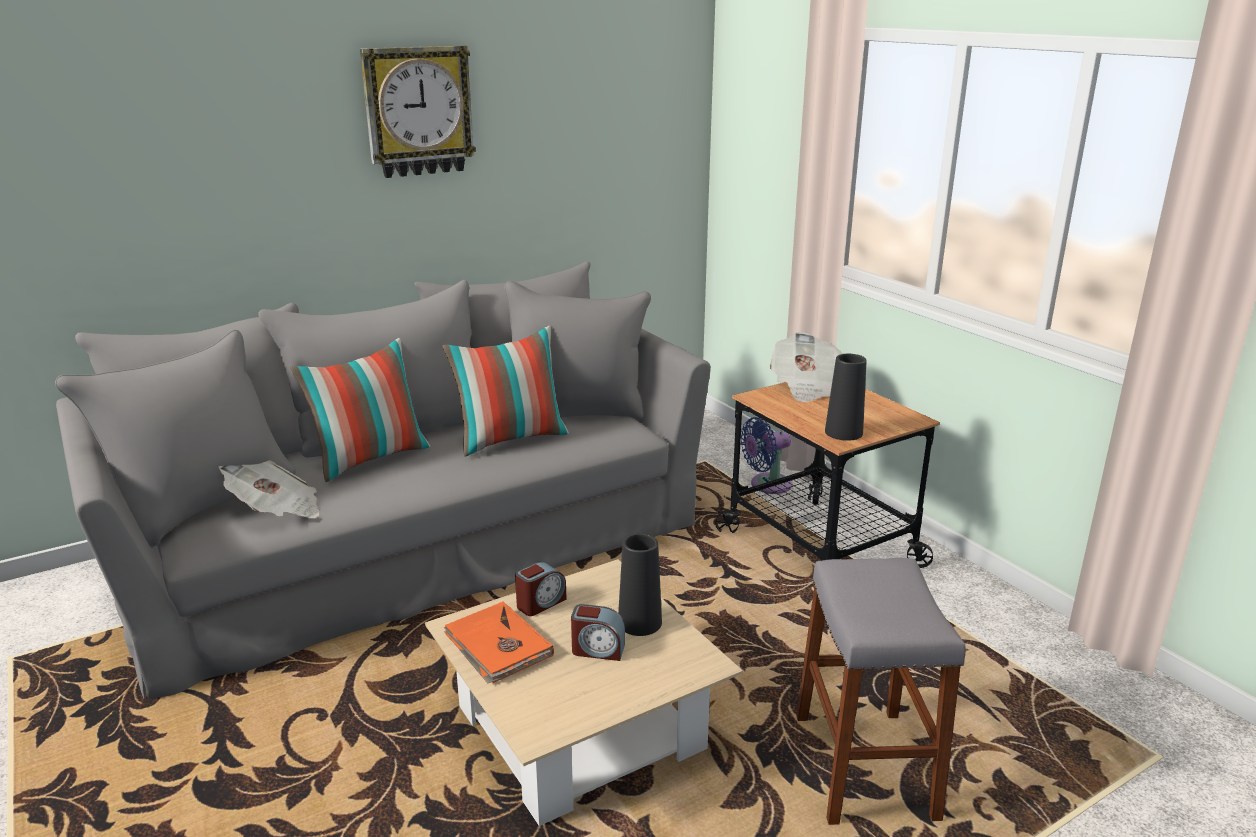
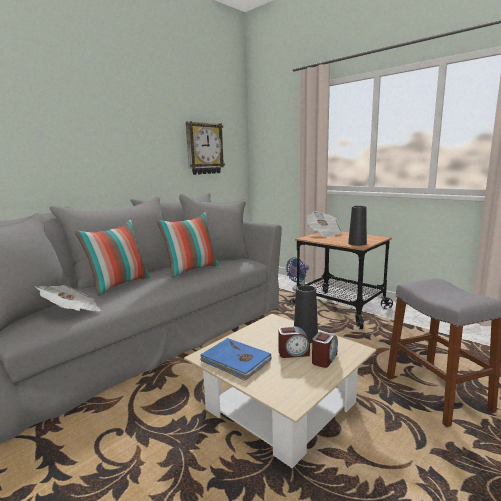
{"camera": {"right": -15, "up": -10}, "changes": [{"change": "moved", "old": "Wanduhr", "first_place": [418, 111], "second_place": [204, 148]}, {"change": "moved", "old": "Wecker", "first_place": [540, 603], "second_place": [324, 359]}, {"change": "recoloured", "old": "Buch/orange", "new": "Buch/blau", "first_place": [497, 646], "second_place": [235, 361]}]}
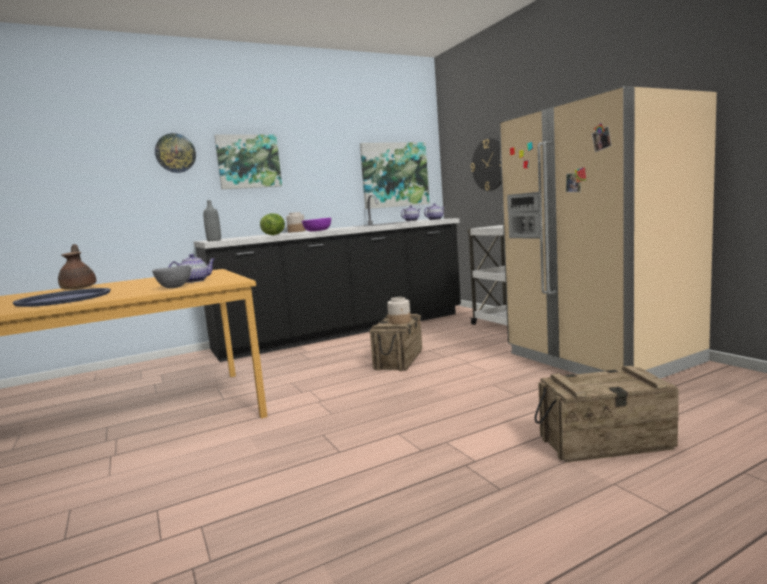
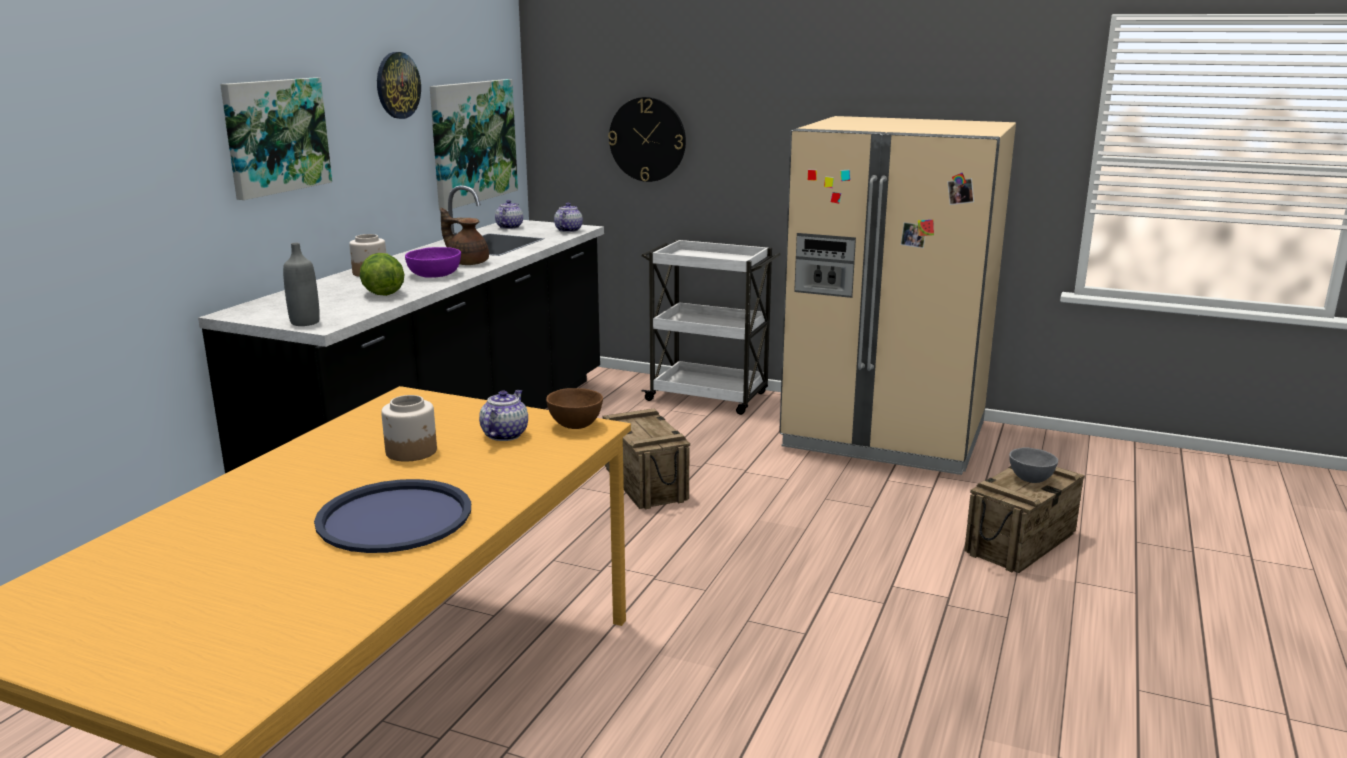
{"camera": {"right": -40, "up": 10}, "changes": [{"change": "moved", "old": "Wanduhr", "first_place": [175, 153], "second_place": [397, 85]}, {"change": "moved", "old": "Teekanne/braun", "first_place": [79, 288], "second_place": [467, 263]}, {"change": "moved", "old": "Schüssel/grau", "first_place": [175, 287], "second_place": [1030, 479]}, {"change": "moved", "old": "Vorratsglas", "first_place": [400, 321], "second_place": [412, 451]}, {"change": "added", "new": "Schüssel/braun", "second_place": [575, 425]}]}
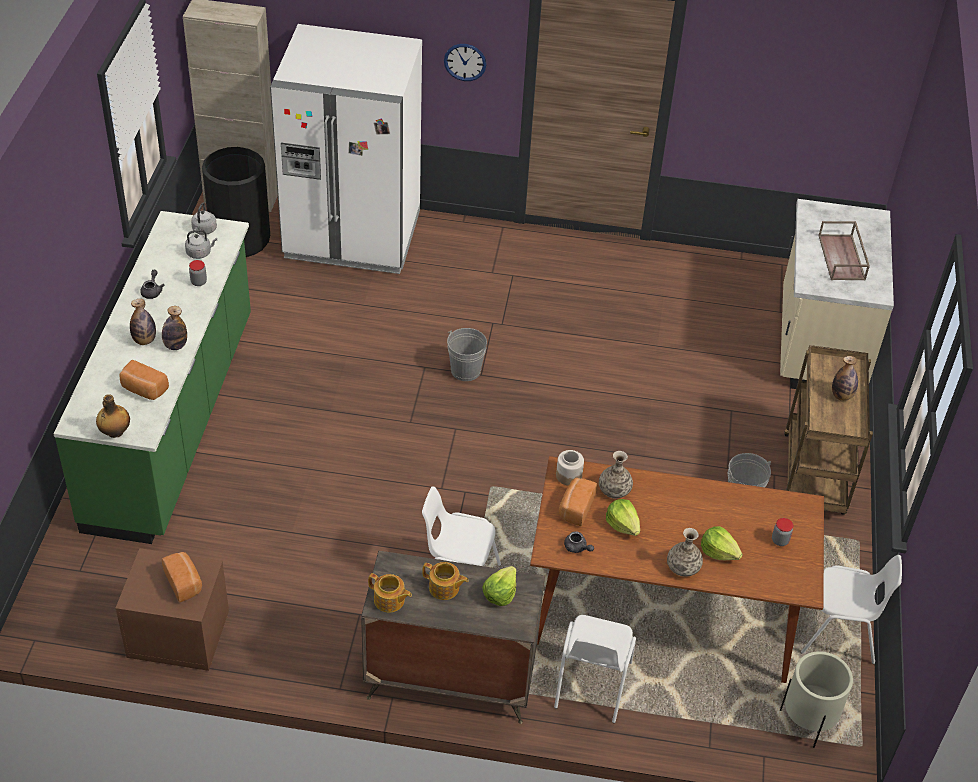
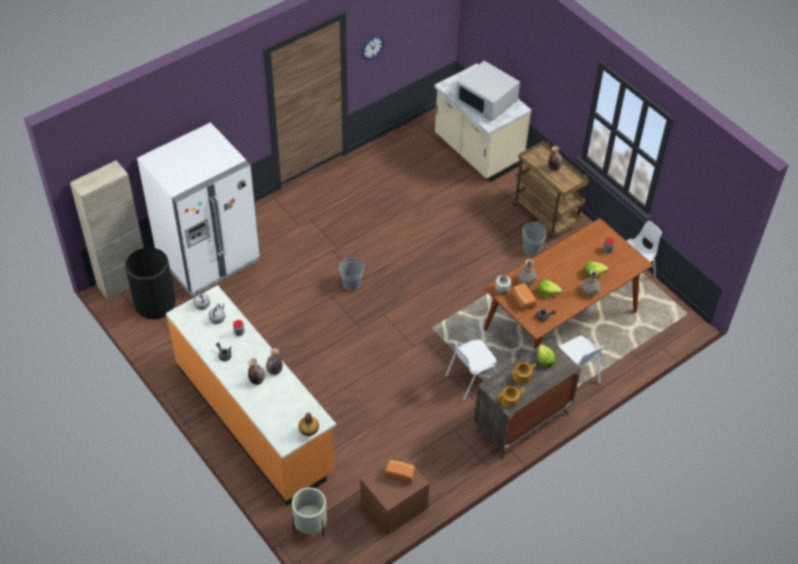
{"camera": {"right": -45, "up": 5}, "changes": [{"change": "moved", "old": "Wanduhr", "first_place": [465, 62], "second_place": [372, 47]}, {"change": "recoloured", "old": "Küchenzeile/grün", "new": "Küchenzeile/orange", "first_place": [173, 421], "second_place": [254, 419]}, {"change": "replaced", "old": "Tablett/braun", "new": "Mikrowelle/weiß", "first_place": [842, 258], "second_place": [486, 101]}, {"change": "removed", "old": "Brot", "first_place": [143, 389]}, {"change": "moved", "old": "Pflanzkübel/beige", "first_place": [807, 722], "second_place": [310, 527]}]}
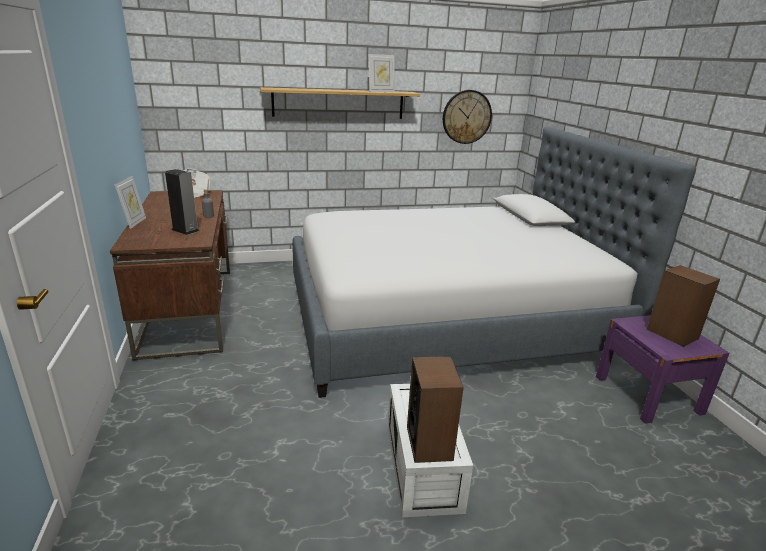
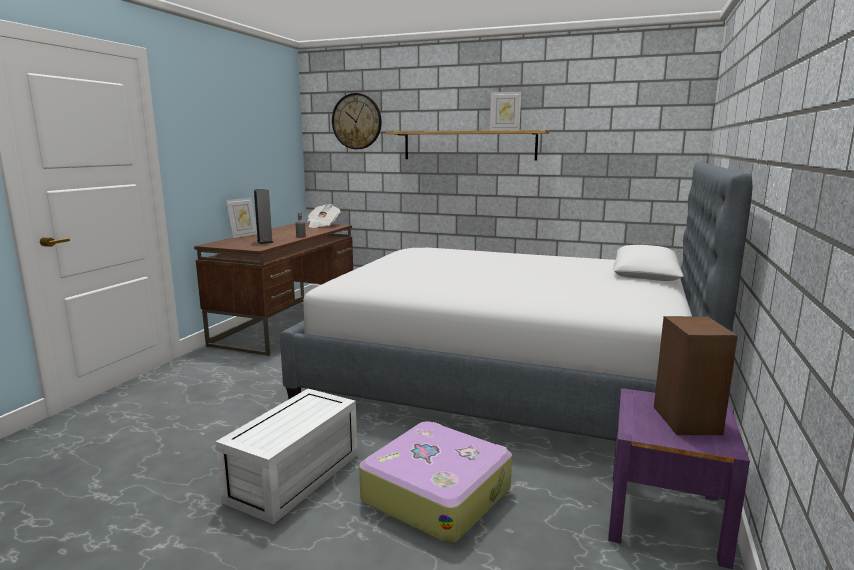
{"camera": {"right": 35, "up": -10}, "changes": [{"change": "moved", "old": "Wanduhr", "first_place": [466, 117], "second_place": [357, 121]}, {"change": "removed", "old": "Lautsprecher", "first_place": [429, 443]}, {"change": "added", "new": "Koffer", "second_place": [437, 493]}]}
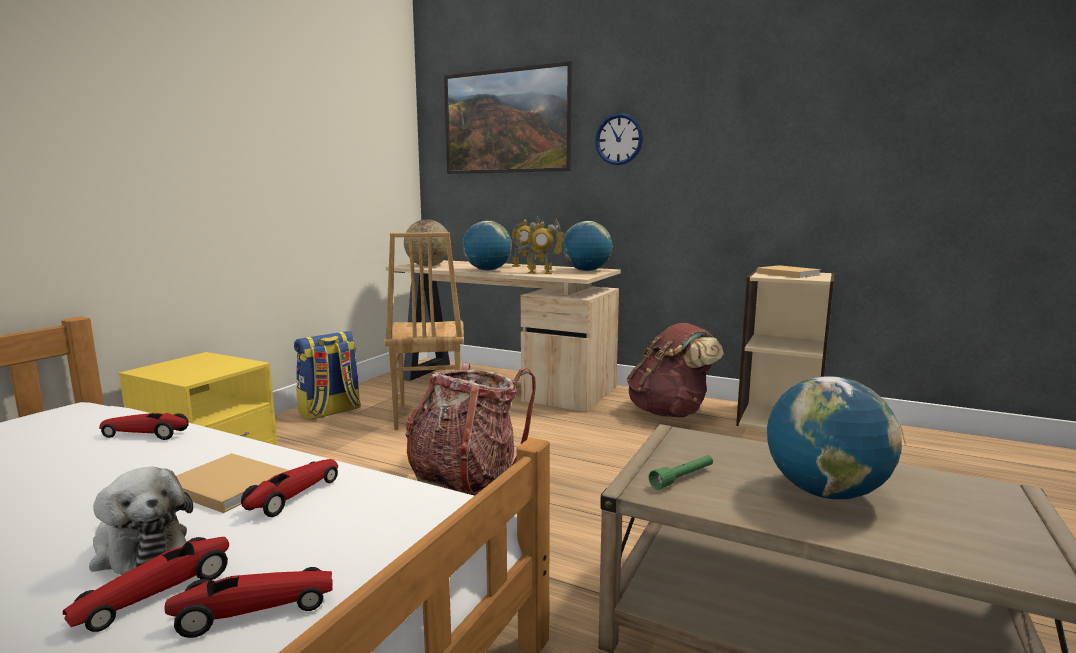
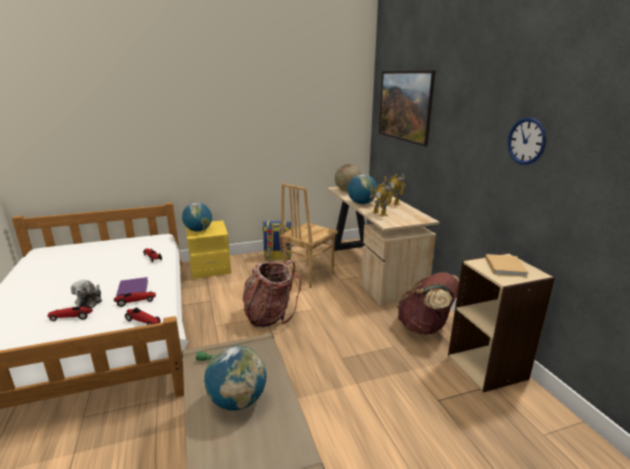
{"camera": {"right": 45, "up": 10}, "changes": [{"change": "moved", "old": "Wanduhr", "first_place": [619, 139], "second_place": [526, 141]}, {"change": "moved", "old": "Globus", "first_place": [586, 271], "second_place": [198, 230]}, {"change": "recoloured", "old": "Buch/beige", "new": "Buch/lila", "first_place": [226, 485], "second_place": [133, 288]}, {"change": "moved", "old": "Spielzeugauto", "first_place": [254, 611], "second_place": [143, 321]}]}
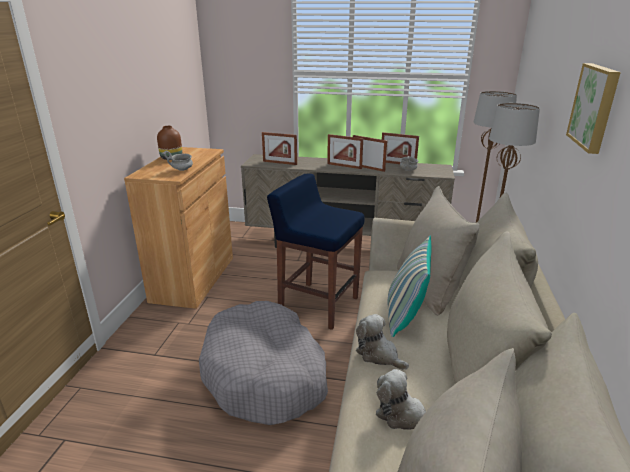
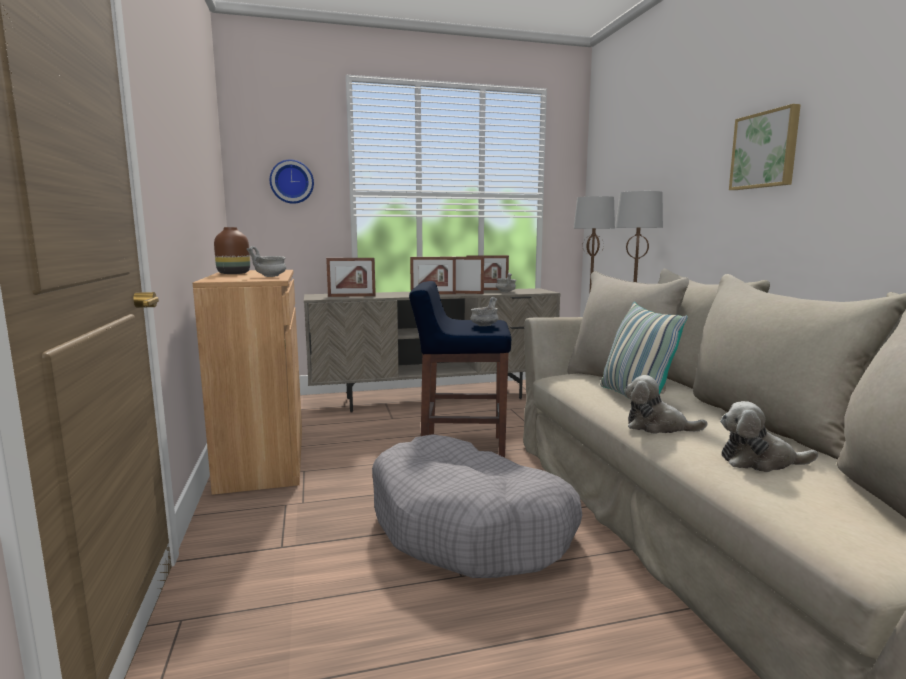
{"camera": {"right": -25, "up": -15}, "changes": [{"change": "added", "new": "Wanduhr", "second_place": [292, 182]}, {"change": "added", "new": "Schüssel/grau", "second_place": [484, 326]}]}
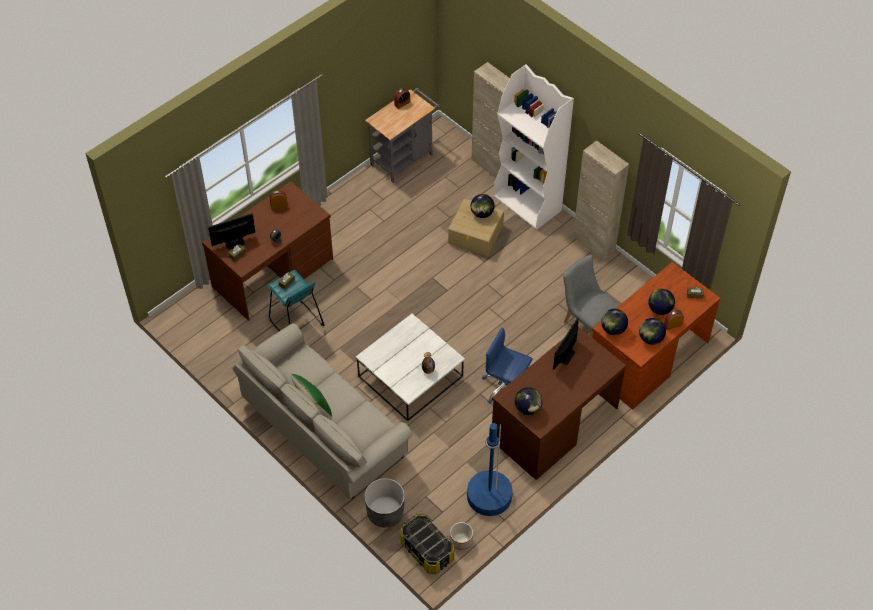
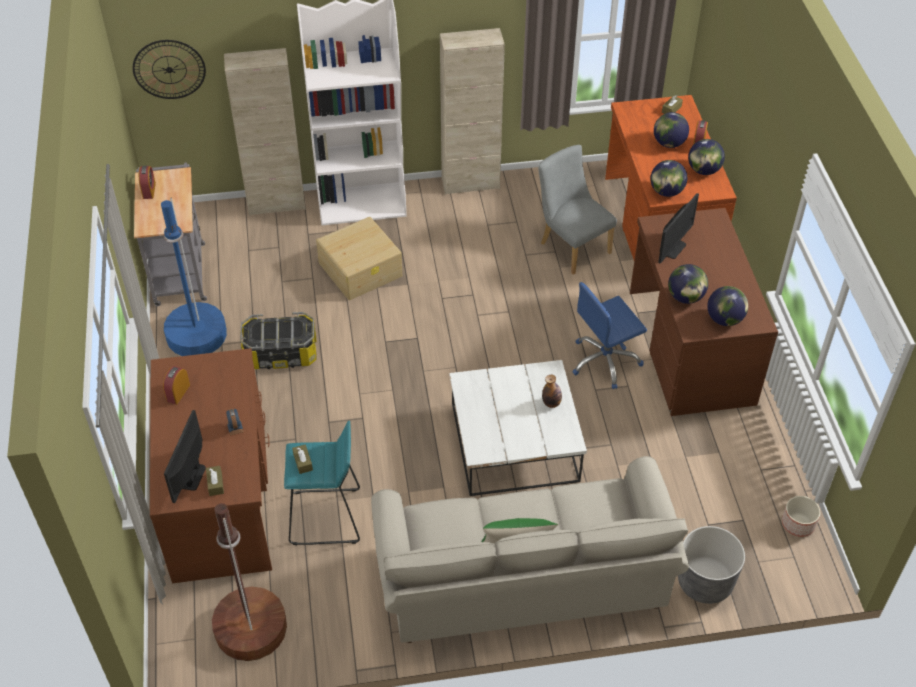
{"camera": {"right": -55, "up": -5}, "changes": [{"change": "moved", "old": "Globus", "first_place": [482, 213], "second_place": [685, 297]}, {"change": "turned", "old": "Stuhl/grau", "first_place": [586, 322], "second_place": [571, 246], "degrees": 60}, {"change": "turned", "old": "Monitor", "first_place": [565, 356], "second_place": [672, 248], "degrees": -120}, {"change": "moved", "old": "Stehlampe/blau", "first_place": [489, 496], "second_place": [196, 335]}, {"change": "moved", "old": "Aufbewahrungsbox", "first_place": [426, 550], "second_place": [281, 354]}, {"change": "added", "new": "Wanduhr", "second_place": [169, 69]}, {"change": "added", "new": "Stehlampe/braun", "second_place": [250, 628]}]}
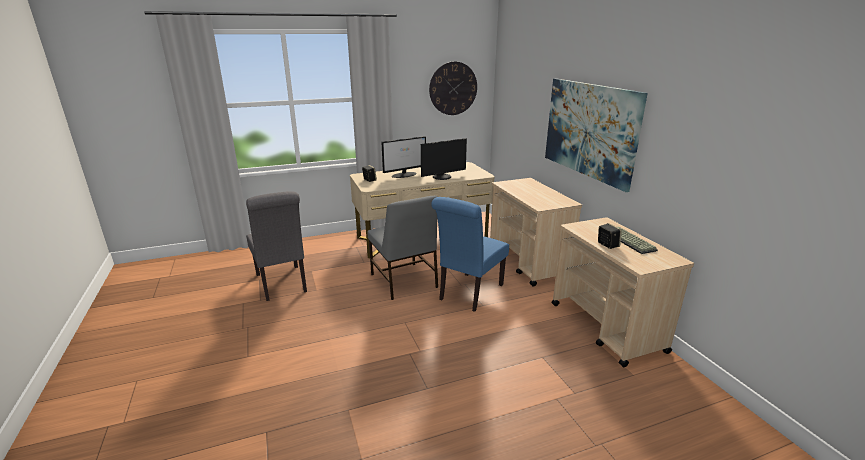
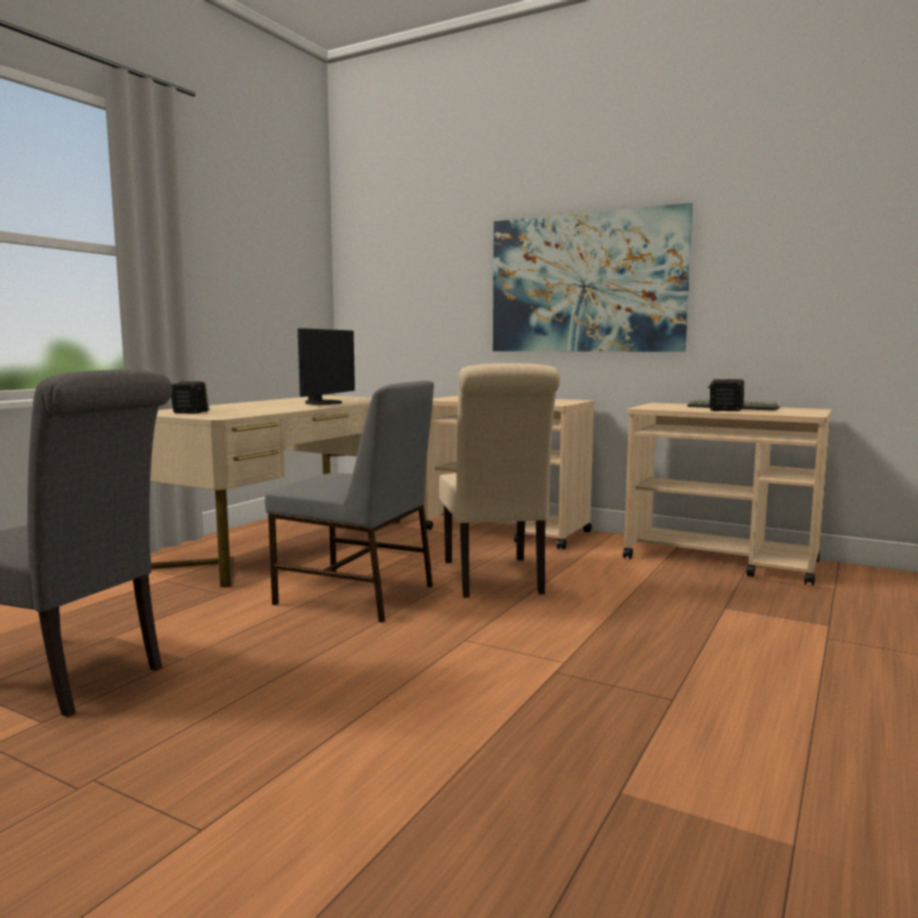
{"camera": {"right": -40, "up": -15}, "changes": [{"change": "removed", "old": "Wanduhr", "first_place": [453, 88]}, {"change": "removed", "old": "Monitor", "first_place": [404, 175]}, {"change": "recoloured", "old": "Stuhl/blau", "new": "Stuhl/beige", "first_place": [468, 293], "second_place": [495, 579]}]}
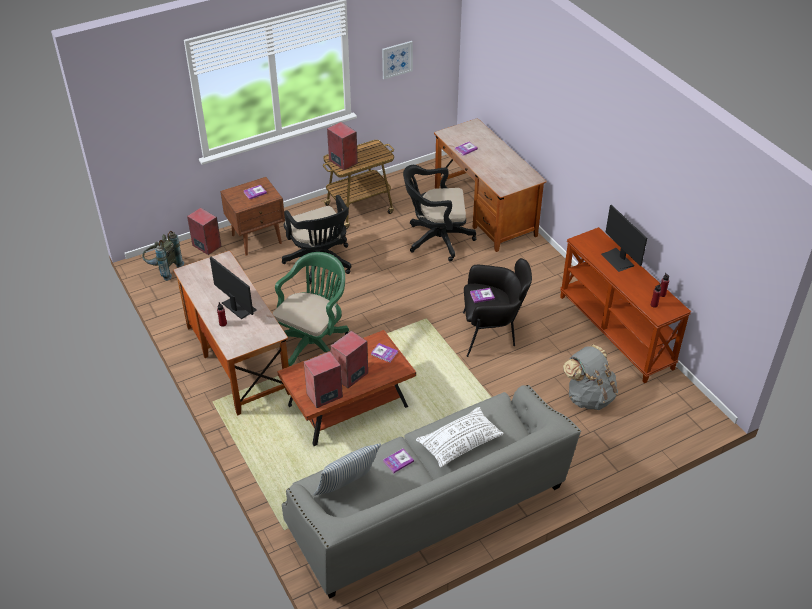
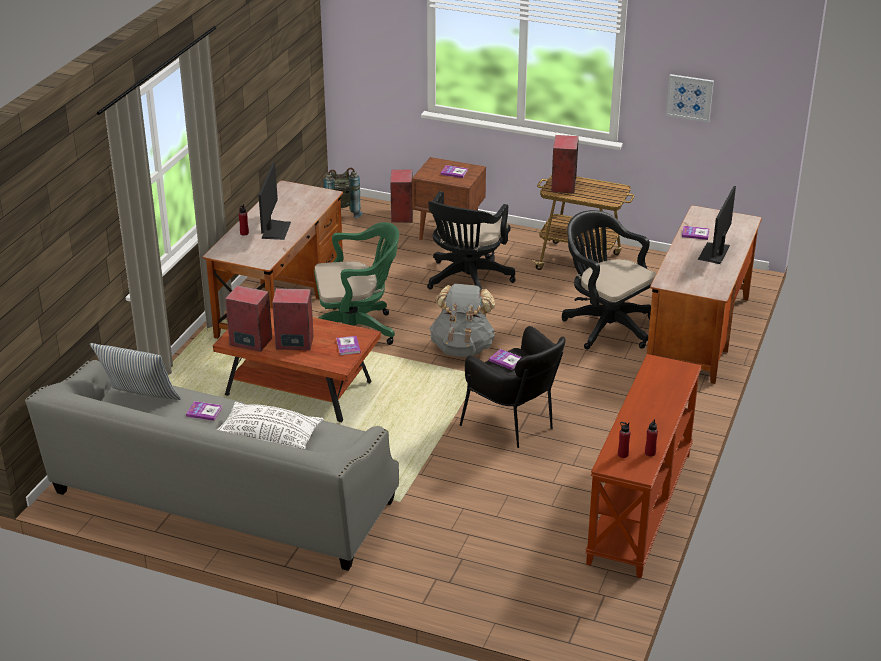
{"camera": {"right": 50, "up": -10}, "changes": [{"change": "moved", "old": "Monitor", "first_place": [618, 260], "second_place": [714, 253]}, {"change": "moved", "old": "Rucksack/grau", "first_place": [589, 396], "second_place": [462, 347]}]}
